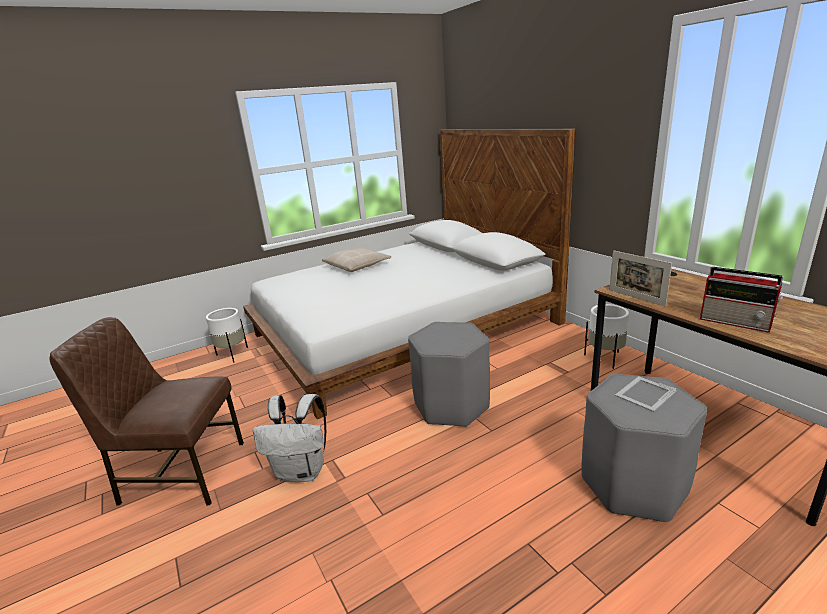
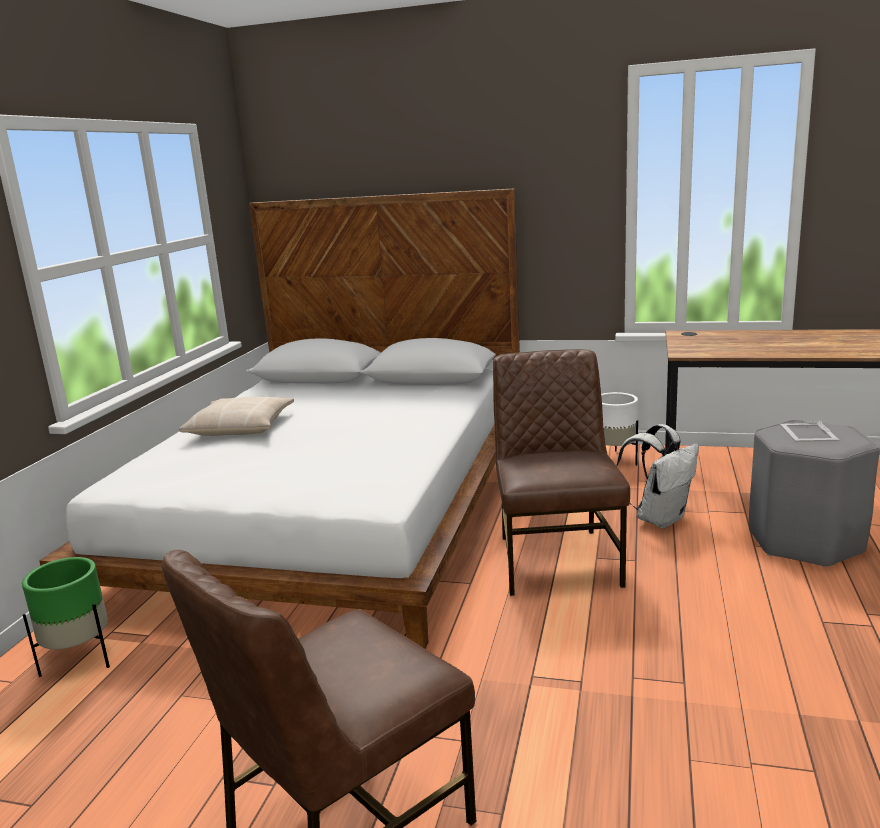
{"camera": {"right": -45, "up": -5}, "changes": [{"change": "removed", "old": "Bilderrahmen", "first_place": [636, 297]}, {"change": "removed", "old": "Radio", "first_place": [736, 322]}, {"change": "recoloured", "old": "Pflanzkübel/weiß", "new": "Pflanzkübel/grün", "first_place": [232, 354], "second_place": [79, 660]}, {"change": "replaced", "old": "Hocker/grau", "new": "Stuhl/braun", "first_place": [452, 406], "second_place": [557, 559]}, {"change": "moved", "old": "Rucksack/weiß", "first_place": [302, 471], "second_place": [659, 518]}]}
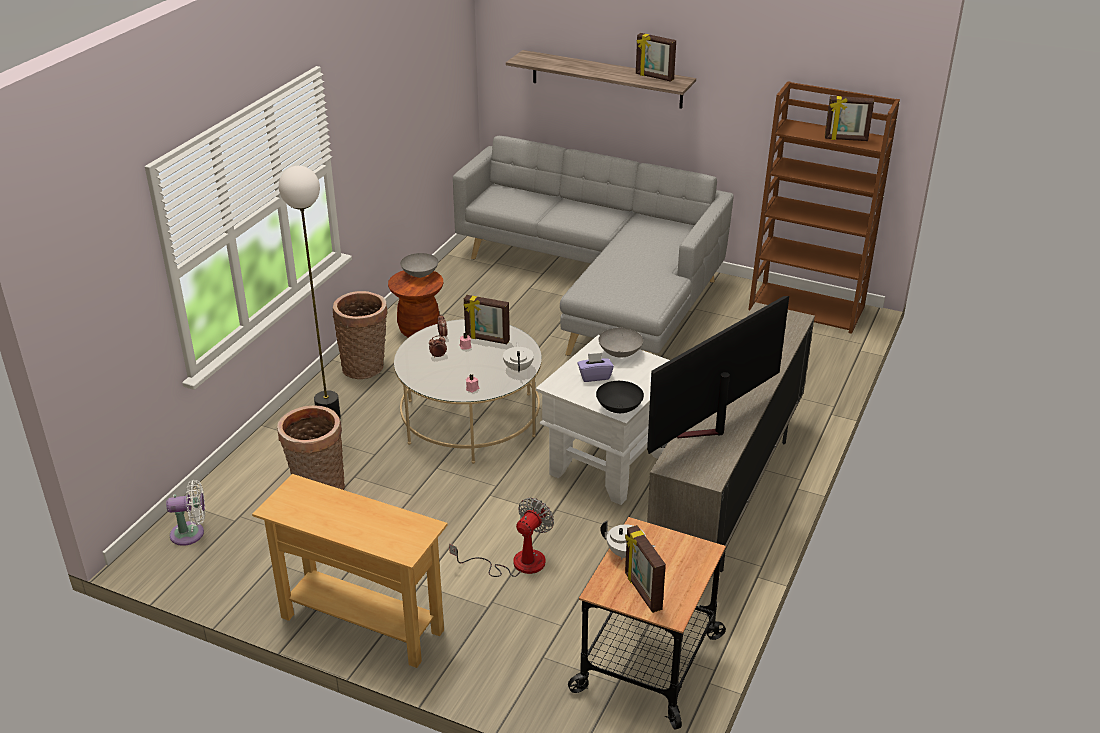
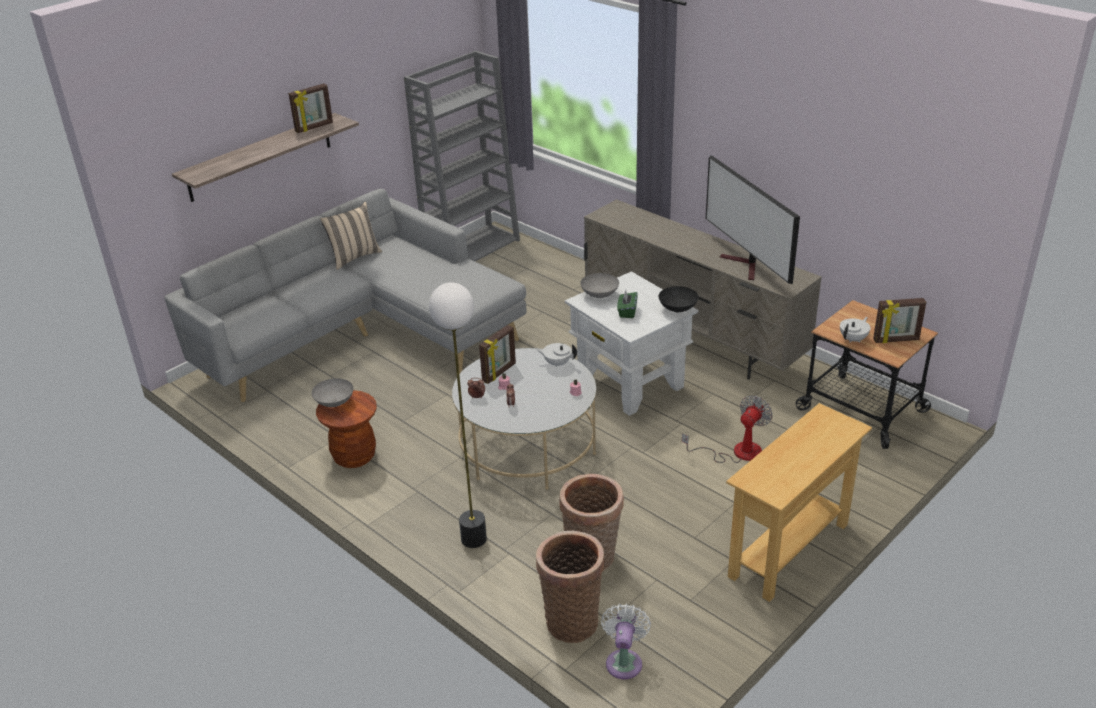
{"camera": {"right": -70, "up": 0}, "changes": [{"change": "recoloured", "old": "Bücherregal/braun", "new": "Bücherregal/grau", "first_place": [808, 308], "second_place": [472, 248]}, {"change": "removed", "old": "Bilderrahmen", "first_place": [846, 139]}, {"change": "moved", "old": "Korb", "first_place": [365, 367], "second_place": [571, 620]}, {"change": "recoloured", "old": "Taschentuchbox/lila", "new": "Taschentuchbox/grün", "first_place": [594, 376], "second_place": [627, 312]}, {"change": "turned", "old": "Ventilator", "first_place": [516, 563], "second_place": [736, 452], "degrees": 75}, {"change": "added", "new": "Kissen/beige", "second_place": [354, 257]}]}
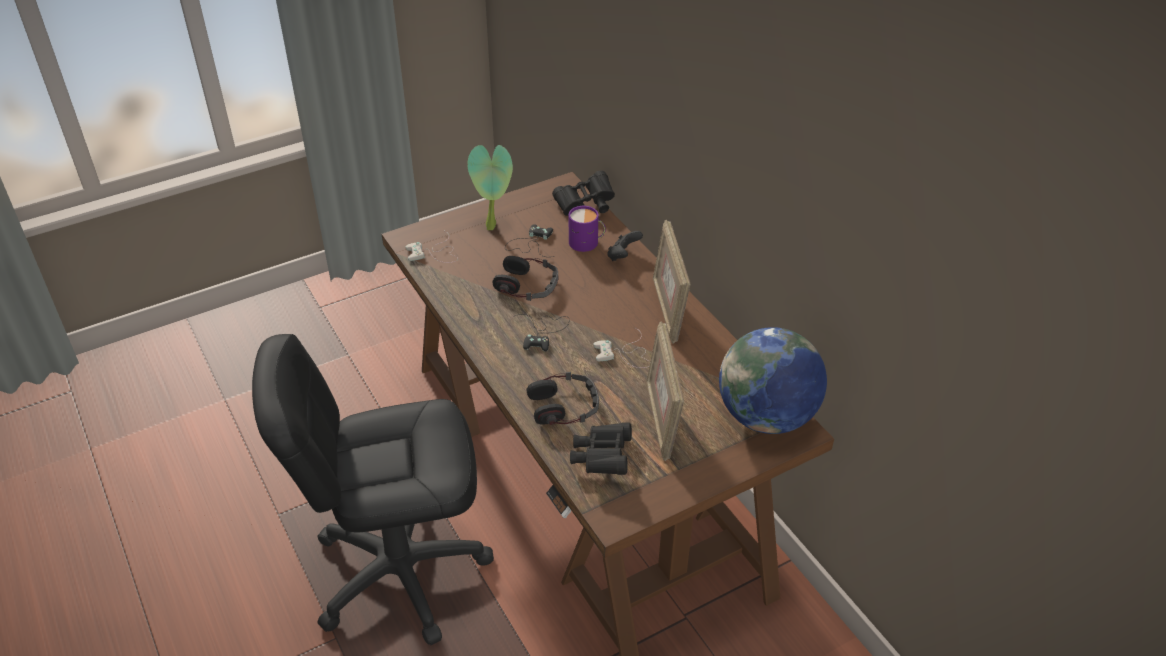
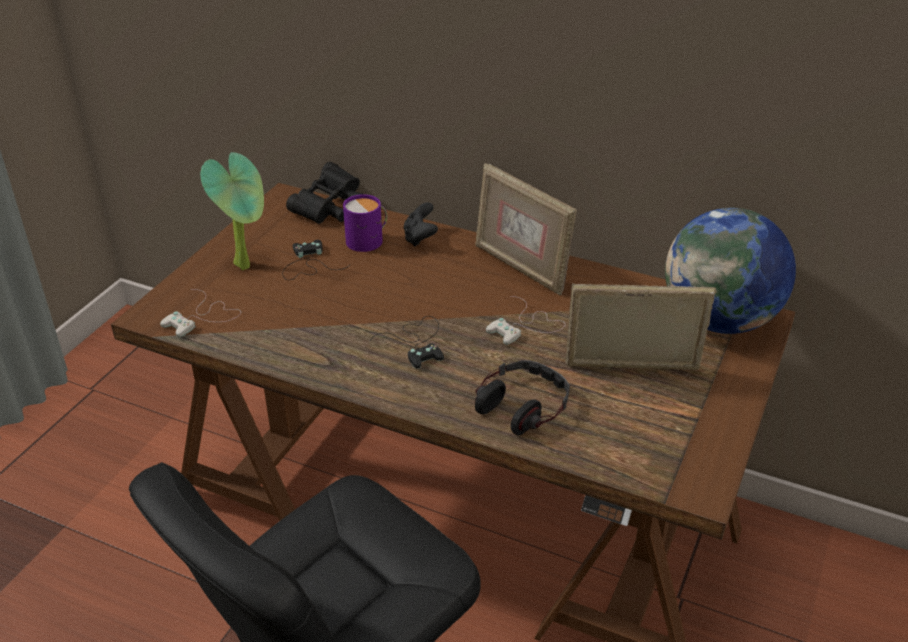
{"camera": {"right": -35, "up": -5}, "changes": [{"change": "removed", "old": "Kopfhörer", "first_place": [527, 285]}, {"change": "turned", "old": "Bilderrahmen", "first_place": [661, 420], "second_place": [632, 370], "degrees": 135}, {"change": "removed", "old": "Fernglas/schwarz", "first_place": [602, 458]}]}
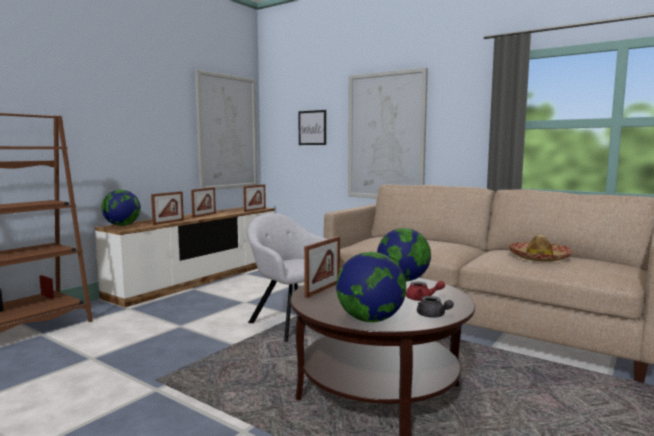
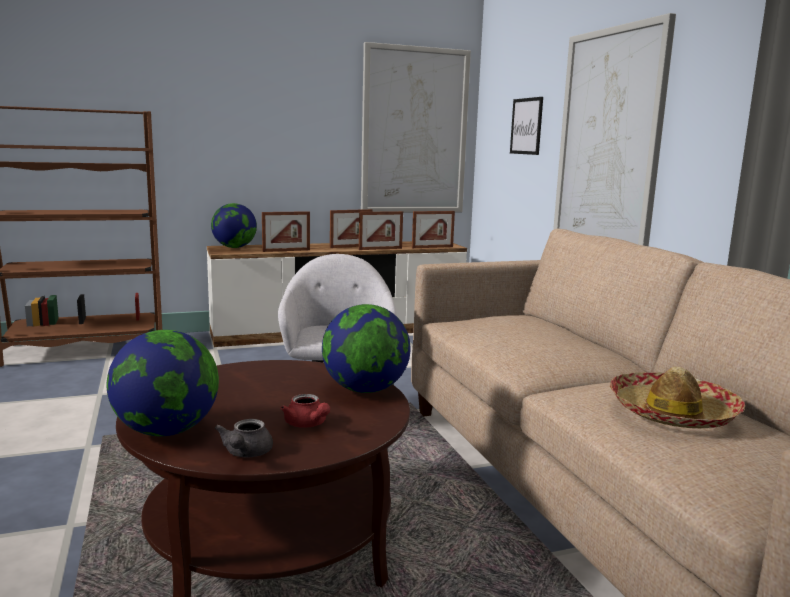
{"camera": {"right": 35, "up": 5}, "changes": [{"change": "moved", "old": "Bilderrahmen", "first_place": [323, 289], "second_place": [380, 249]}]}
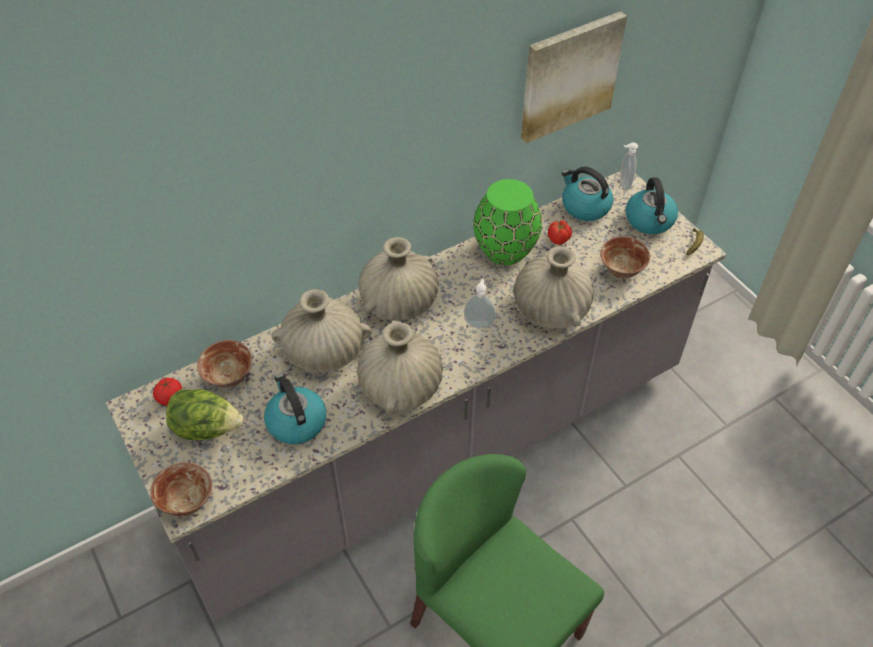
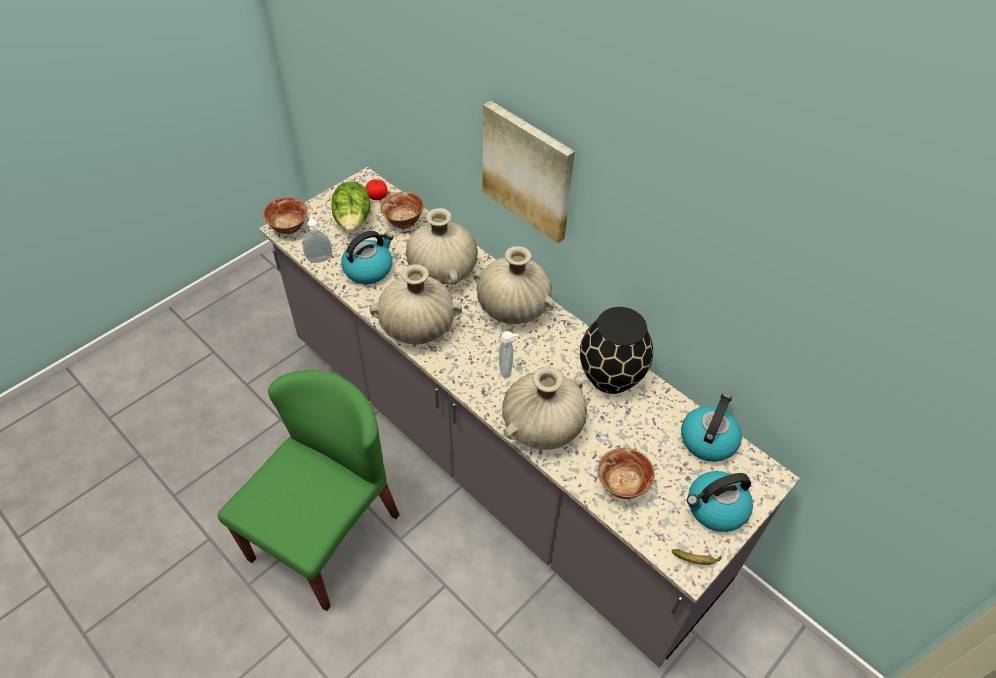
{"camera": {"right": 75, "up": 0}, "changes": [{"change": "moved", "old": "Bild", "first_place": [569, 76], "second_place": [528, 171]}, {"change": "moved", "old": "Seifenspender", "first_place": [623, 184], "second_place": [319, 258]}, {"change": "recoloured", "old": "Vase/grün", "new": "Vase/schwarz", "first_place": [504, 249], "second_place": [611, 376]}, {"change": "removed", "old": "Tomate", "first_place": [558, 239]}]}
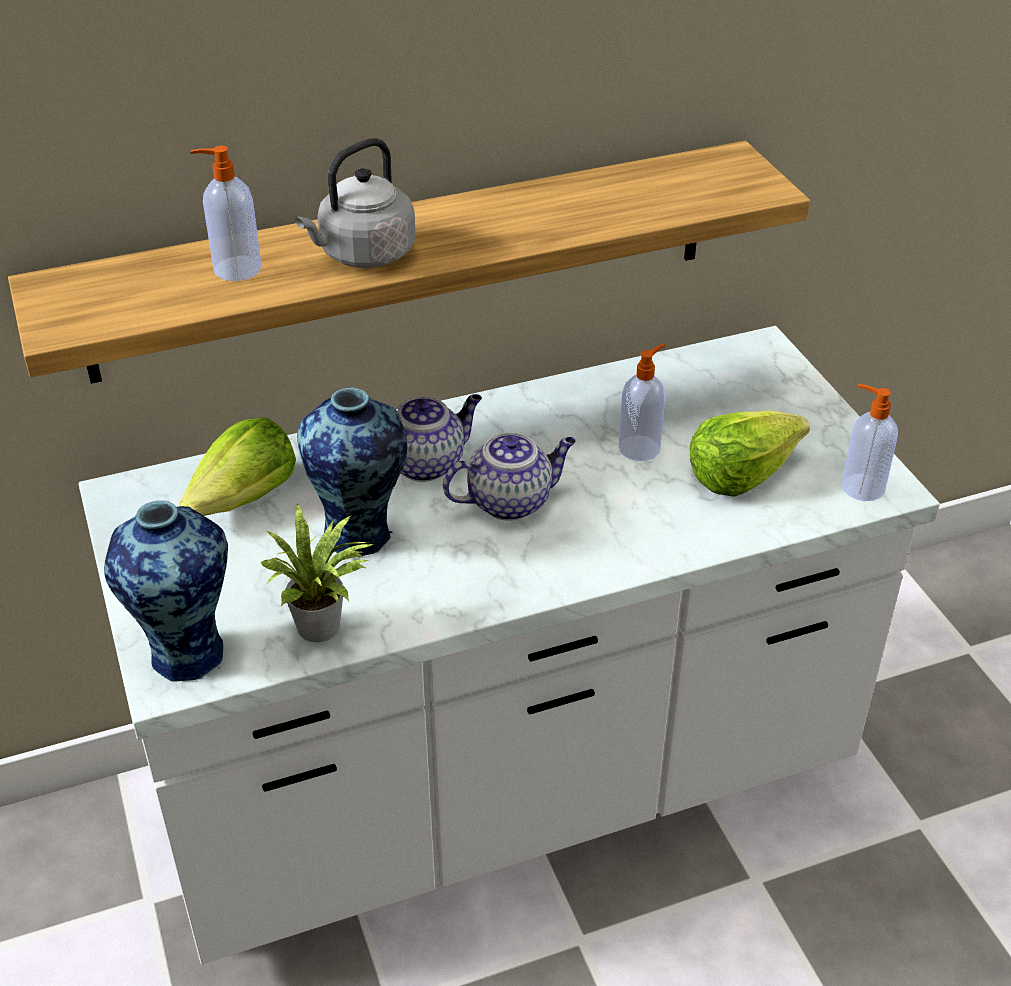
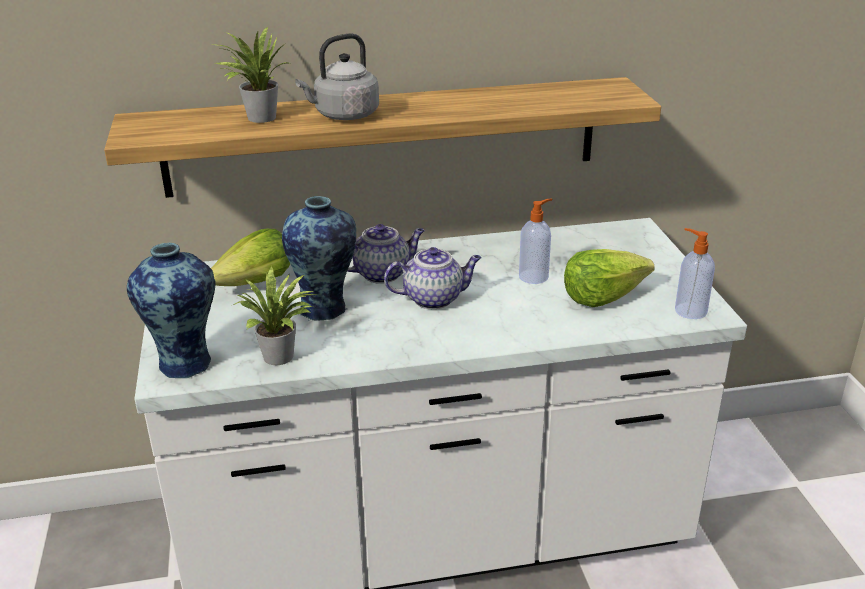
{"camera": {"right": 10, "up": -10}, "changes": [{"change": "replaced", "old": "Seifenspender", "new": "Topfpflanze", "first_place": [235, 269], "second_place": [258, 117]}]}
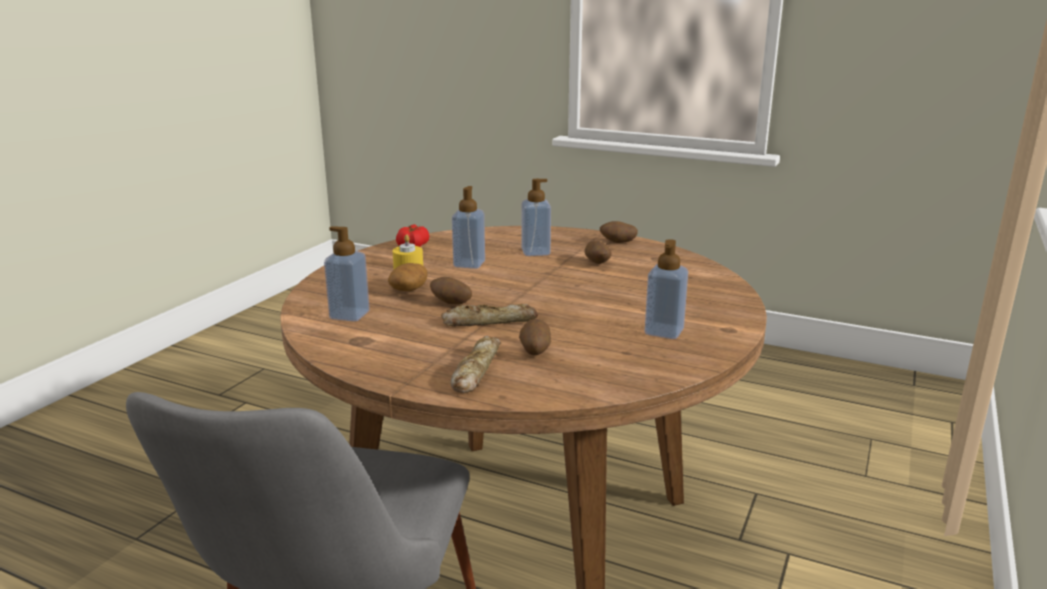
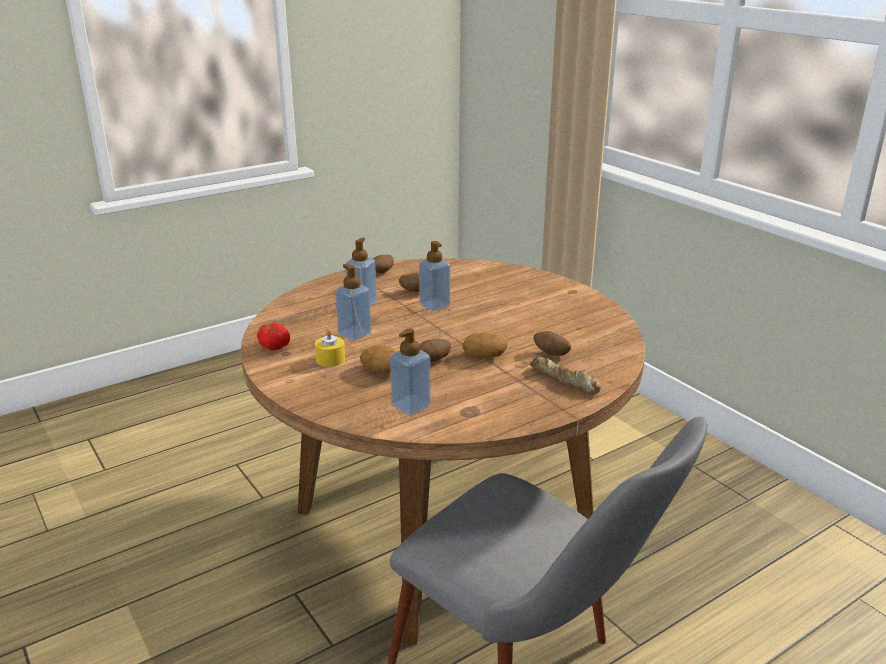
{"camera": {"right": -60, "up": 5}, "changes": [{"change": "moved", "old": "Seifenspender", "first_place": [664, 331], "second_place": [434, 305]}, {"change": "replaced", "old": "Brot", "new": "Kartoffel", "first_place": [489, 322], "second_place": [485, 356]}]}
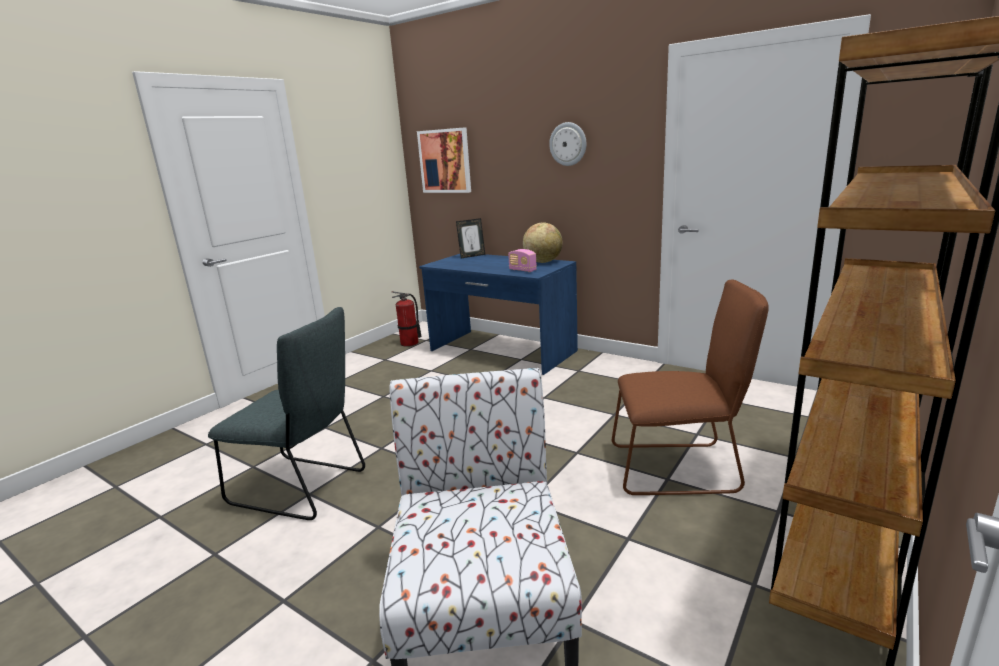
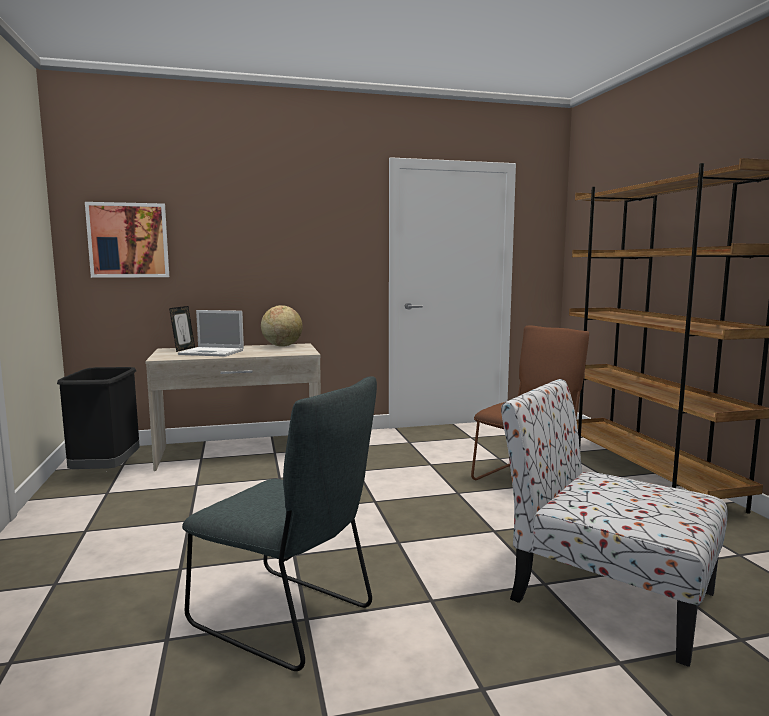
{"camera": {"right": -50, "up": -10}, "changes": [{"change": "removed", "old": "Wanduhr", "first_place": [568, 144]}, {"change": "removed", "old": "Radio", "first_place": [522, 270]}, {"change": "recoloured", "old": "Schreibtisch/blau", "new": "Schreibtisch/beige", "first_place": [501, 351], "second_place": [240, 452]}, {"change": "replaced", "old": "Feuerlöscher", "new": "Mülleimer/schwarz", "first_place": [410, 343], "second_place": [106, 472]}, {"change": "turned", "old": "Stuhl/grau", "first_place": [303, 488], "second_place": [288, 619], "degrees": 60}, {"change": "added", "new": "Laptop", "second_place": [213, 352]}]}
